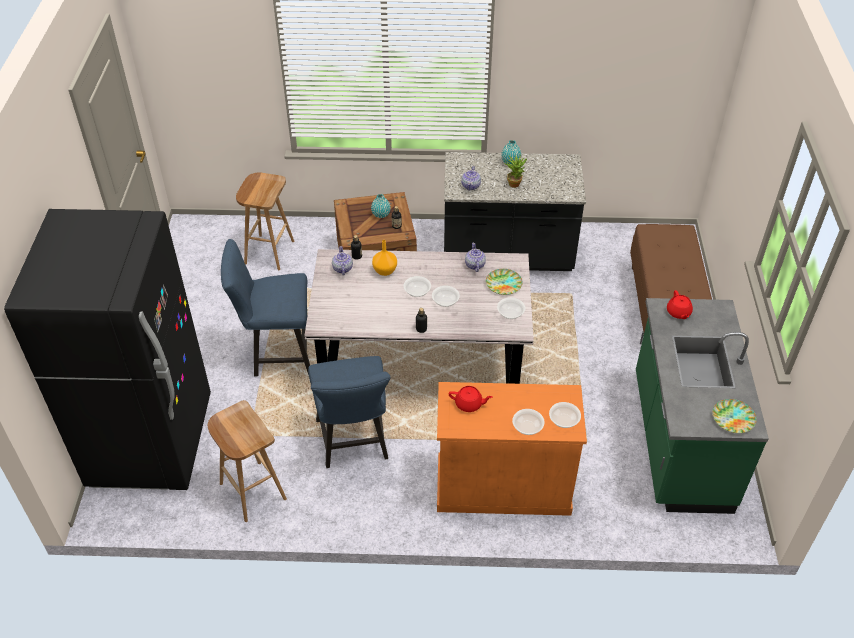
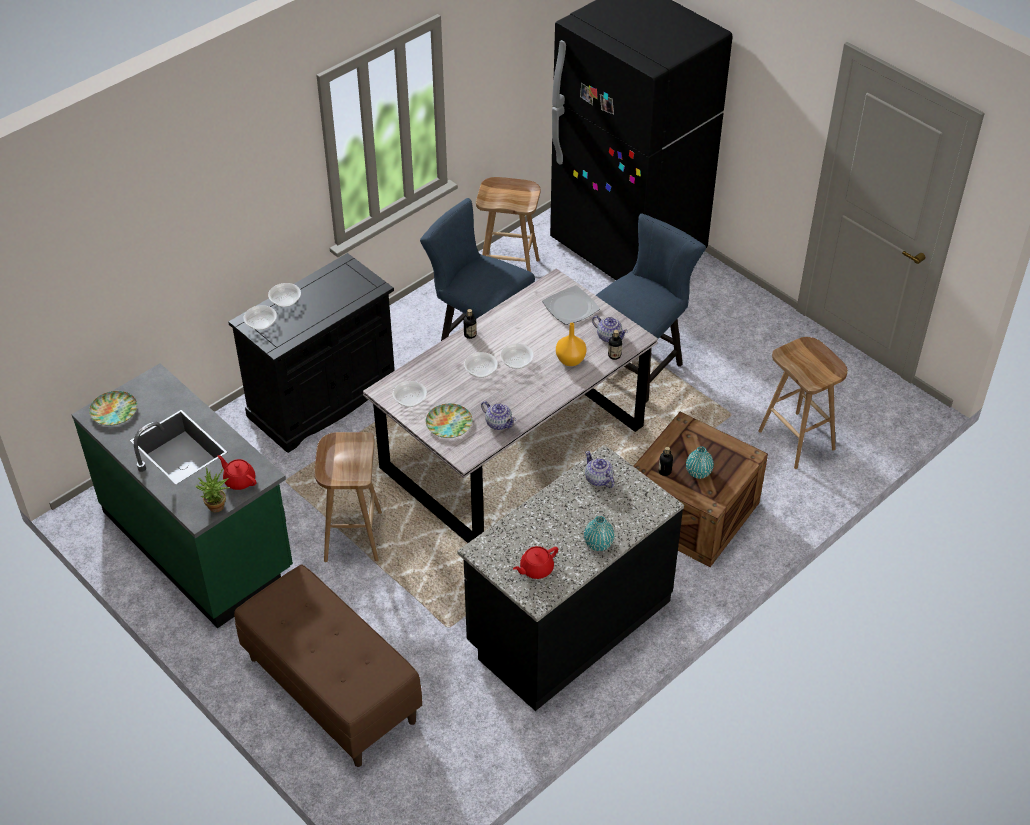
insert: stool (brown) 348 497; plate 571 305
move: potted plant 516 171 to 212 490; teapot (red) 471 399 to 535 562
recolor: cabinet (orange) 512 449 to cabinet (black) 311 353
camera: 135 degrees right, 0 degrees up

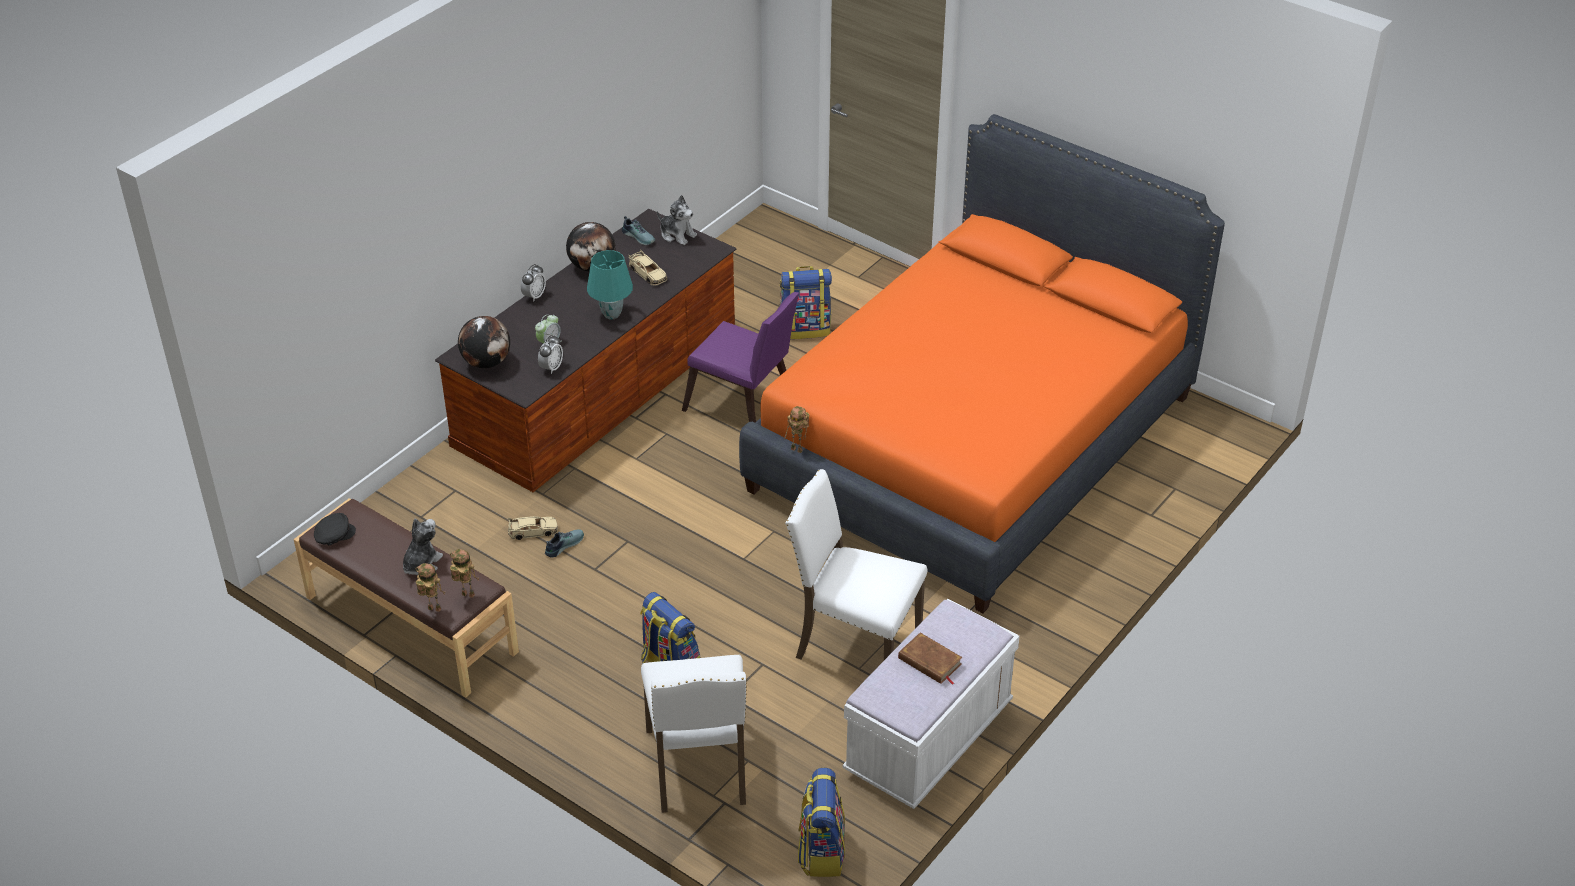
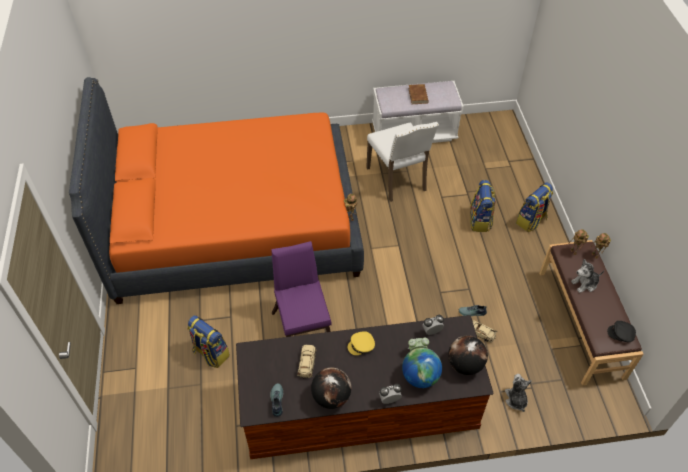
delete: chair (white) 694 733
insert: globe 422 368
move: plush toy 677 220 to 518 393; backpack 821 822 to 534 207
replace: table lamp (turquoise) 610 285 to cap (yellow) 361 343
camera: 135 degrees left, 10 degrees up

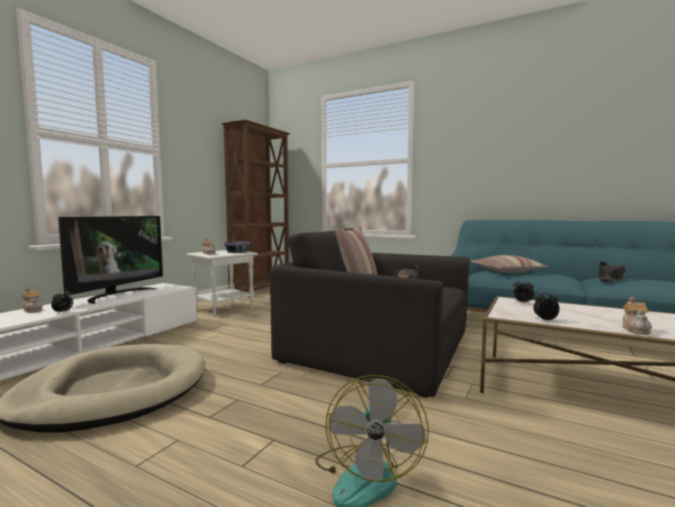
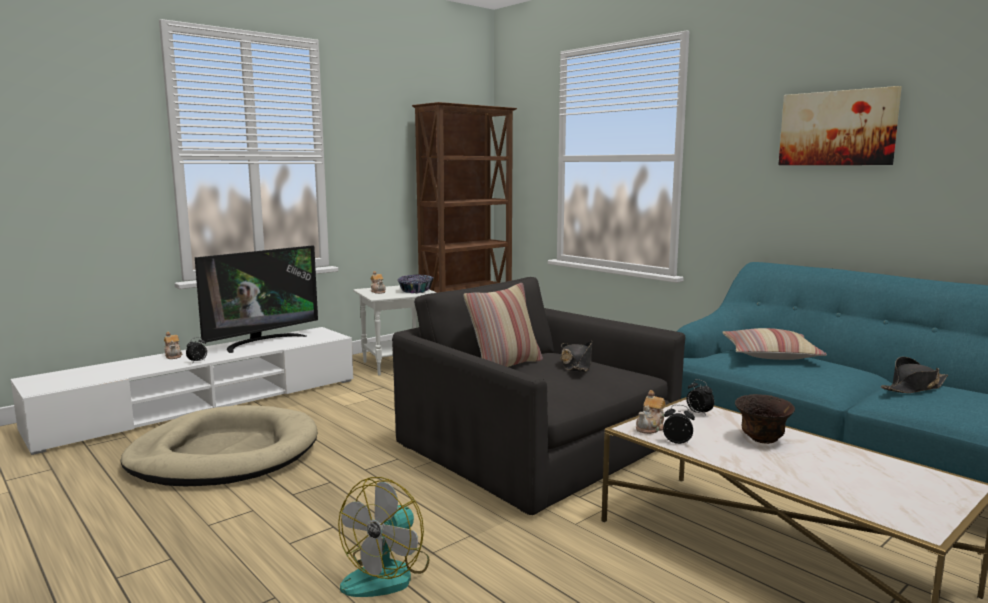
insert: bowl (brown) 765 419; picture 840 125
move: teapot 637 316 to 650 412
camera: 20 degrees right, 5 degrees up

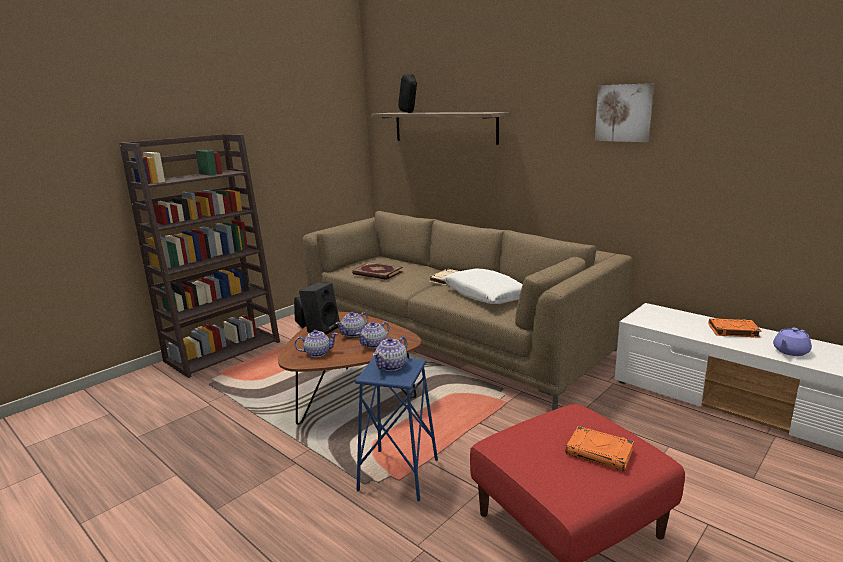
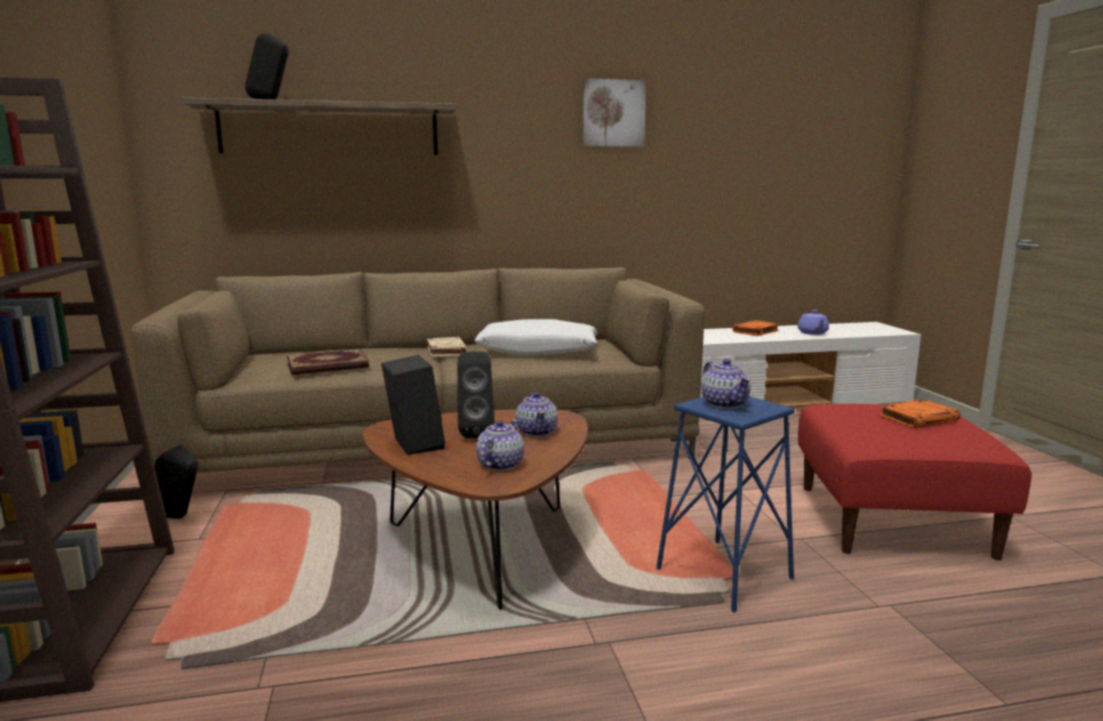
replace: teapot 352 324 to speaker (black) 476 394
camera: 55 degrees left, 5 degrees down

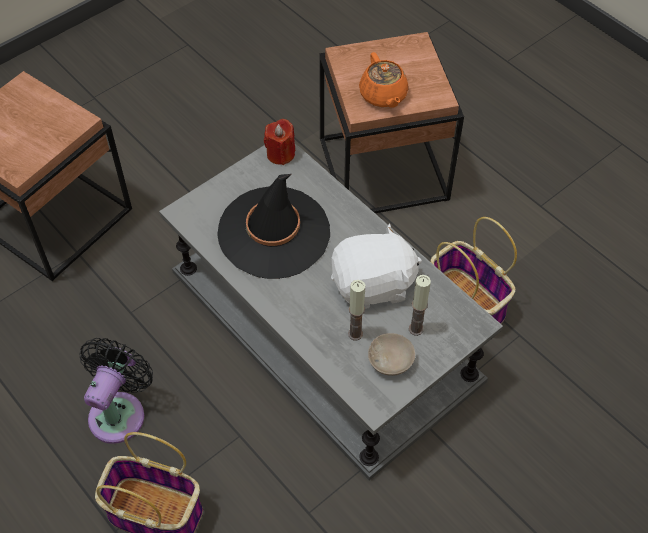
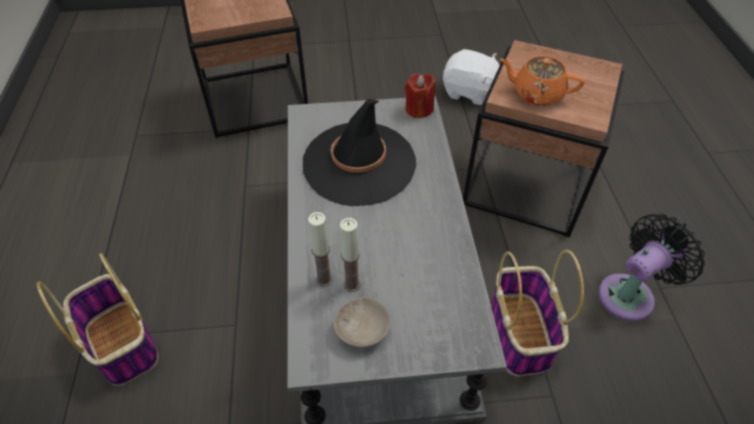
move: candle 420 305 to 320 249; plush toy (white) 376 266 to 471 77; fan (black) 116 391 to 651 267
rotate: teapot (orange) 384 80 = 542 81 90 degrees clockwise
camera: 35 degrees right, 5 degrees down

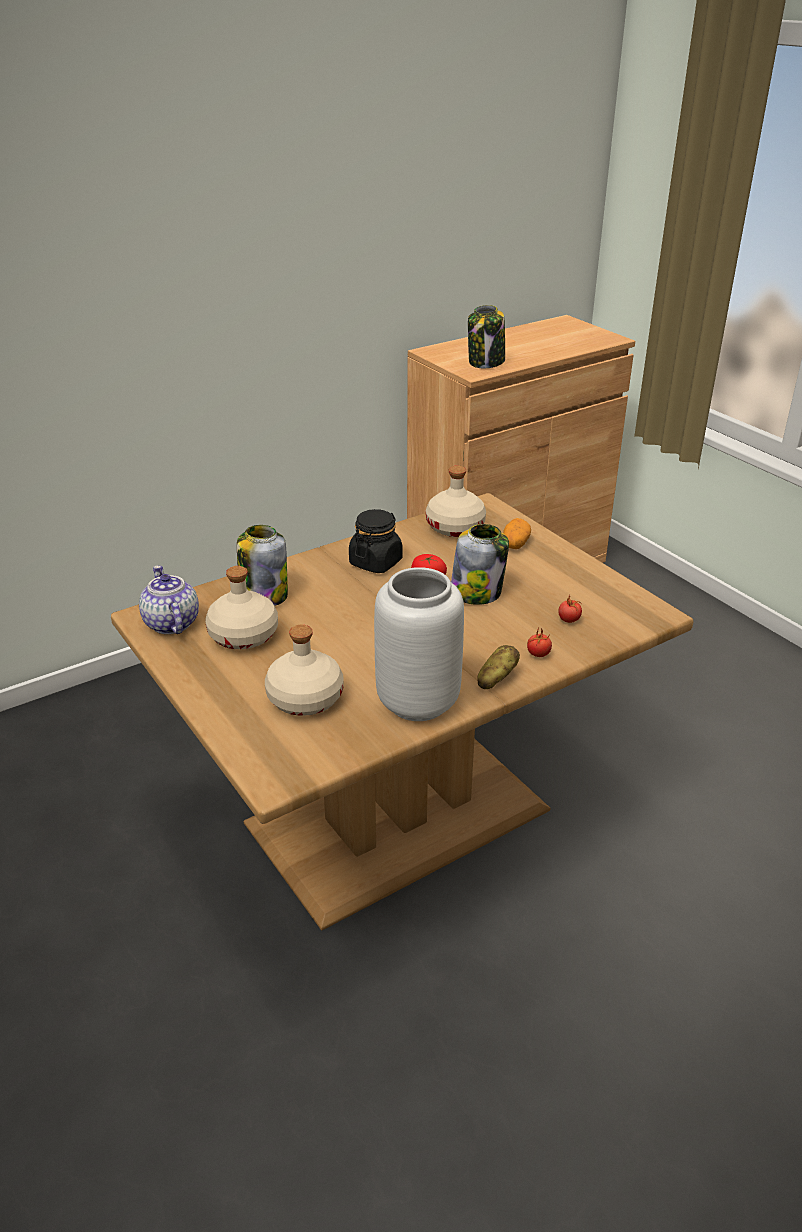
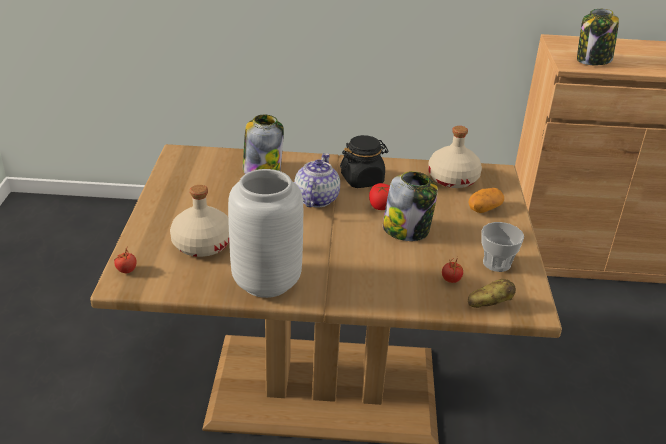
delete: bottle (beige) 241 607
insert: cup 502 247
move: tomato 539 642 to 125 260; teapot 169 599 to 317 180; potato 498 667 to 492 293
camera: 35 degrees right, 0 degrees up

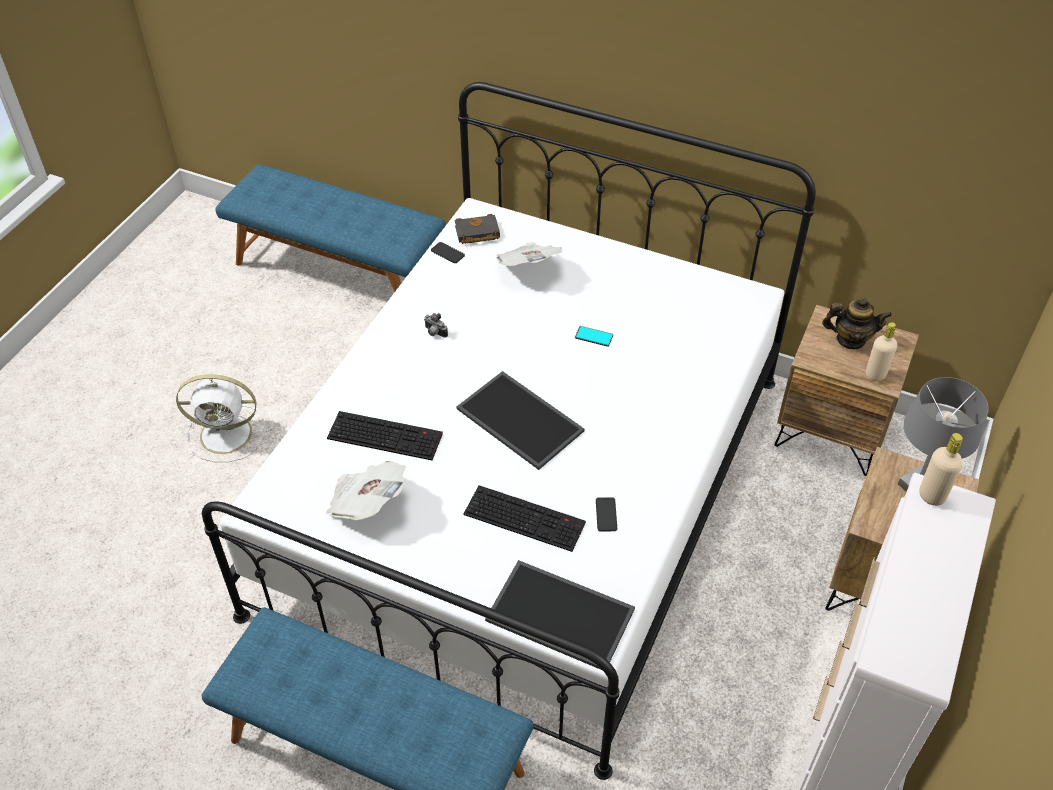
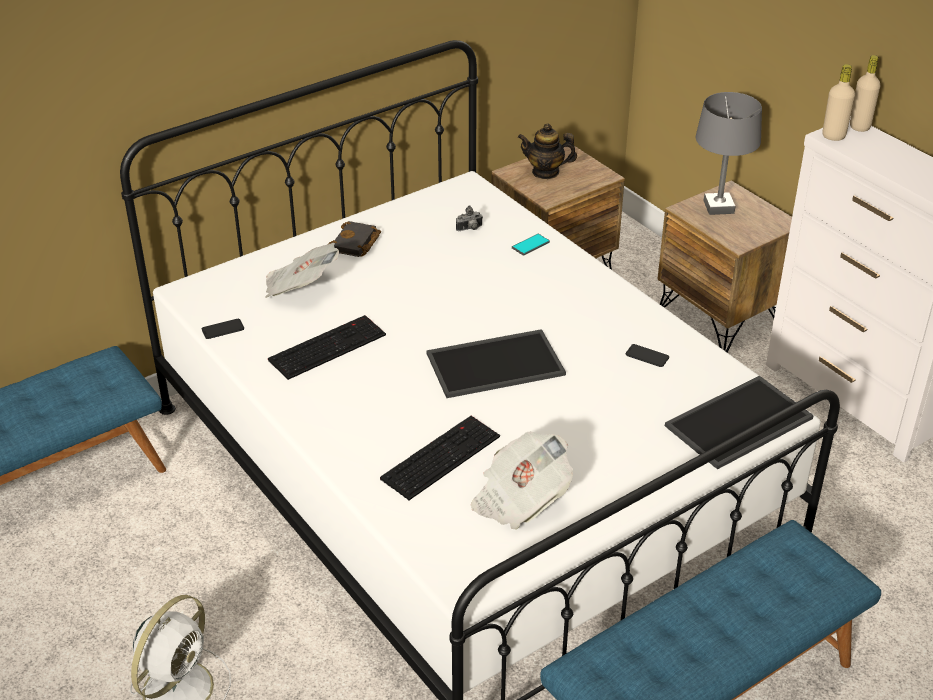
move: keyboard 525 518 to 327 347; book (black) 477 229 to 354 239; photo camera 436 325 to 469 218; phone 594 336 to 531 244; bottle (beige) 881 351 to 865 93
rotate: teapot 857 323 = 547 151 120 degrees counterclockwise
camera: 60 degrees left, 10 degrees down

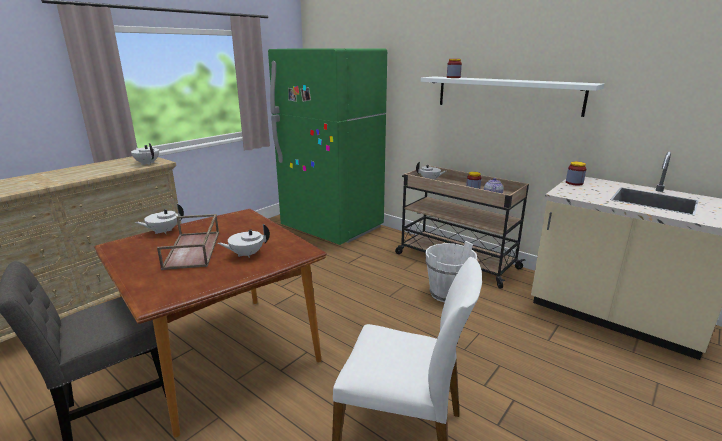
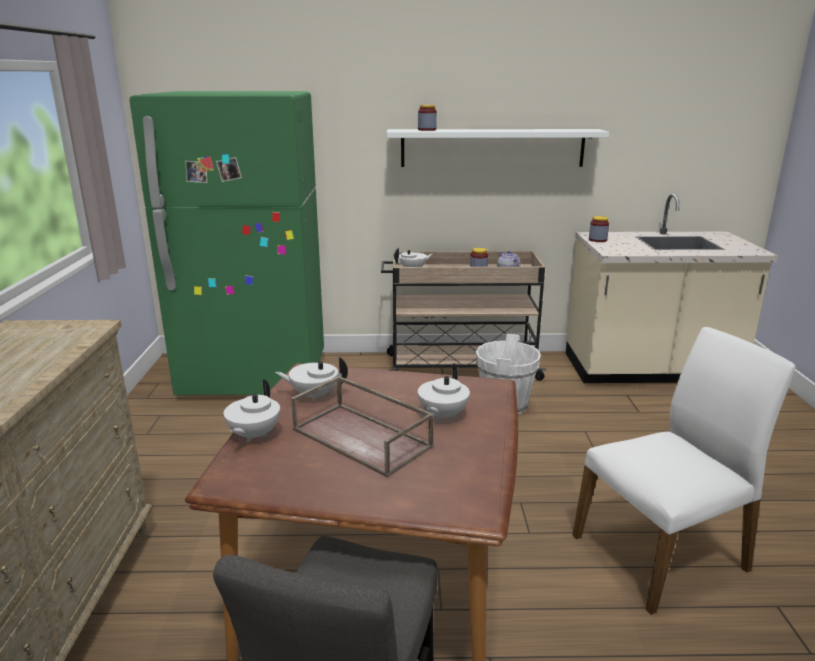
move: teapot (white) 145 154 to 311 379
camera: 40 degrees left, 0 degrees up

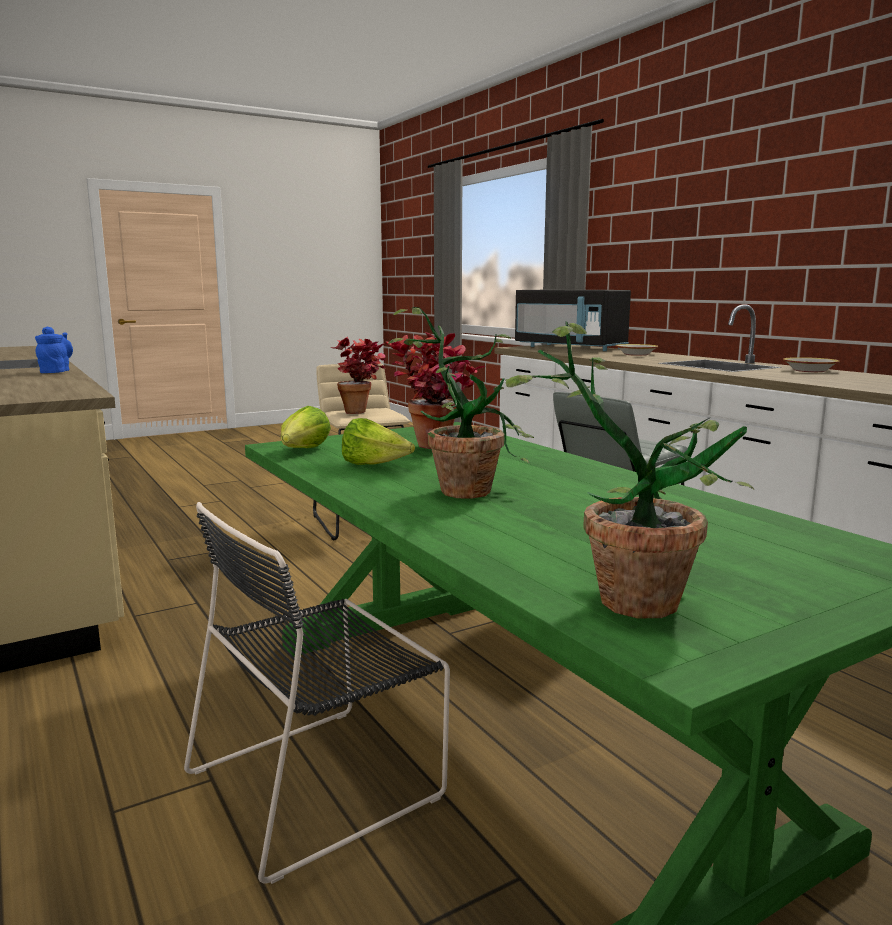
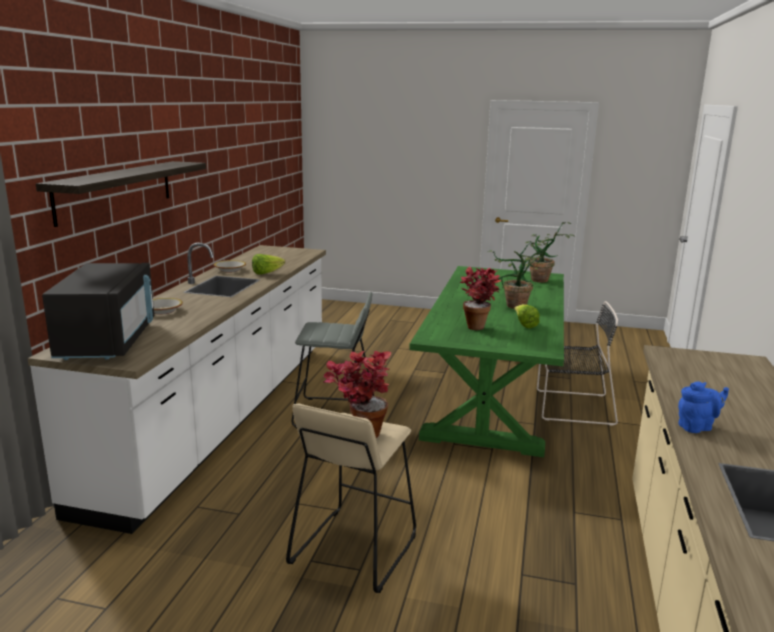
insert: shelf 121 194
move: lettuce 306 427 to 268 264
rotate: teapot (blue) 54 349 = 703 407 150 degrees counterclockwise
camera: 135 degrees left, 5 degrees up

